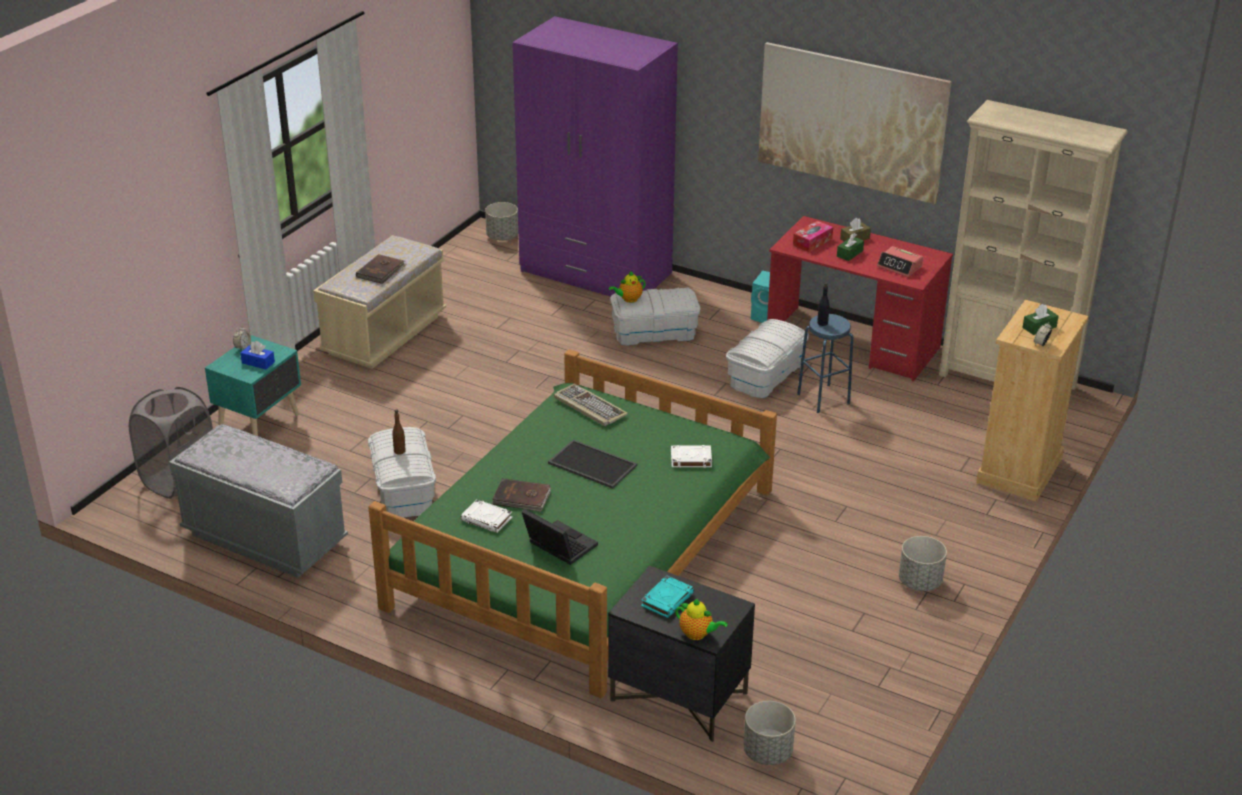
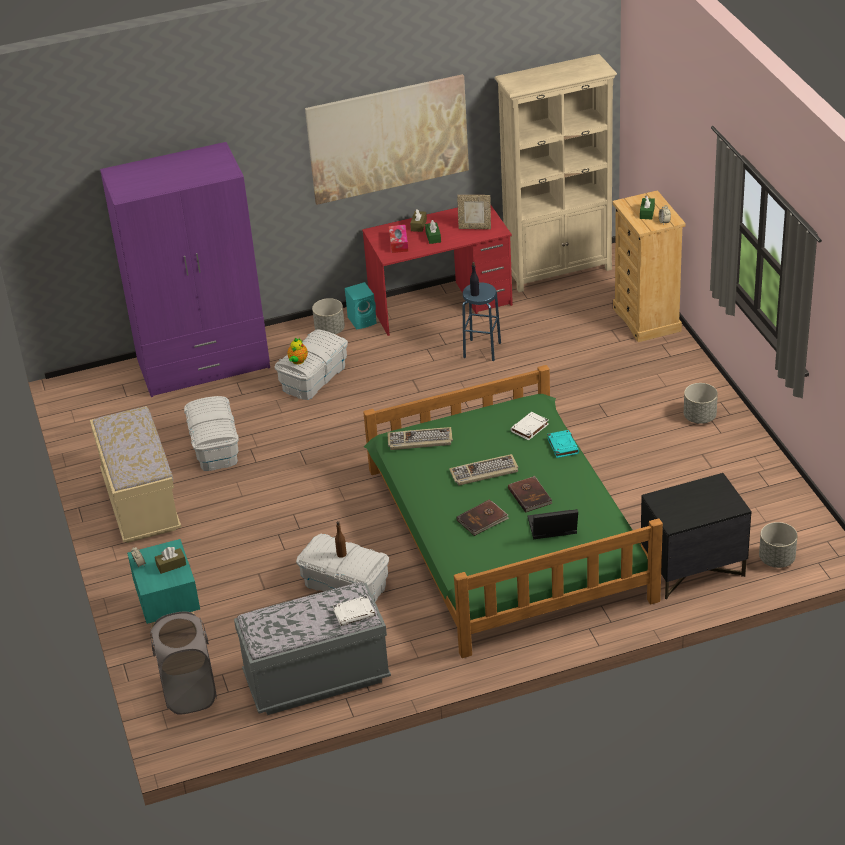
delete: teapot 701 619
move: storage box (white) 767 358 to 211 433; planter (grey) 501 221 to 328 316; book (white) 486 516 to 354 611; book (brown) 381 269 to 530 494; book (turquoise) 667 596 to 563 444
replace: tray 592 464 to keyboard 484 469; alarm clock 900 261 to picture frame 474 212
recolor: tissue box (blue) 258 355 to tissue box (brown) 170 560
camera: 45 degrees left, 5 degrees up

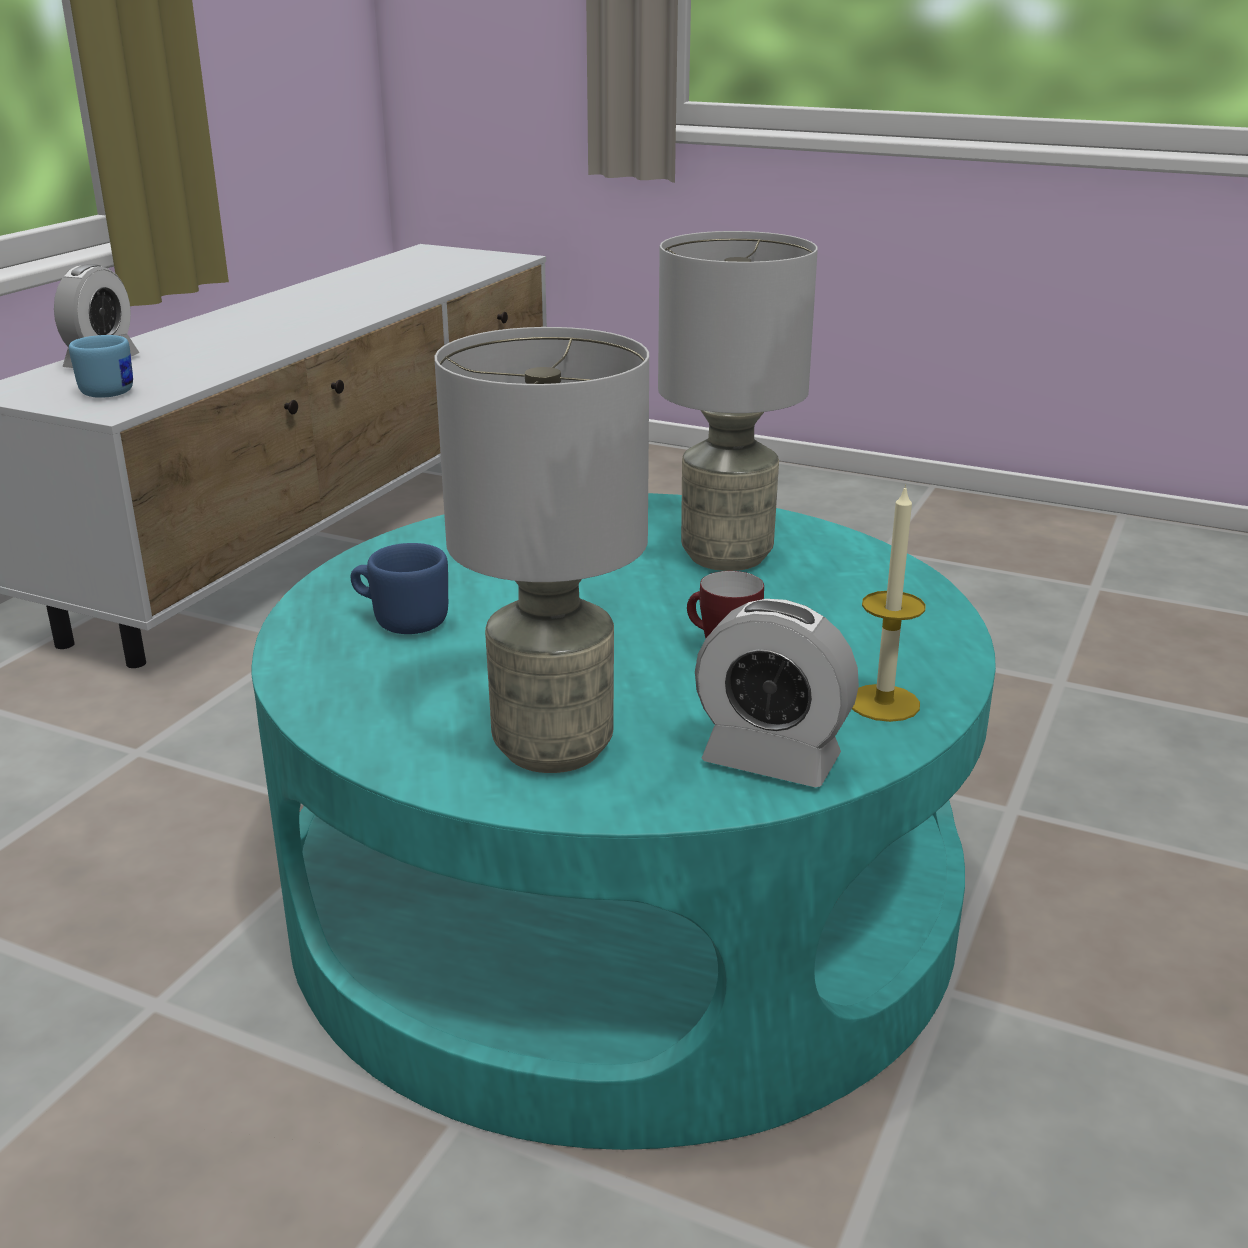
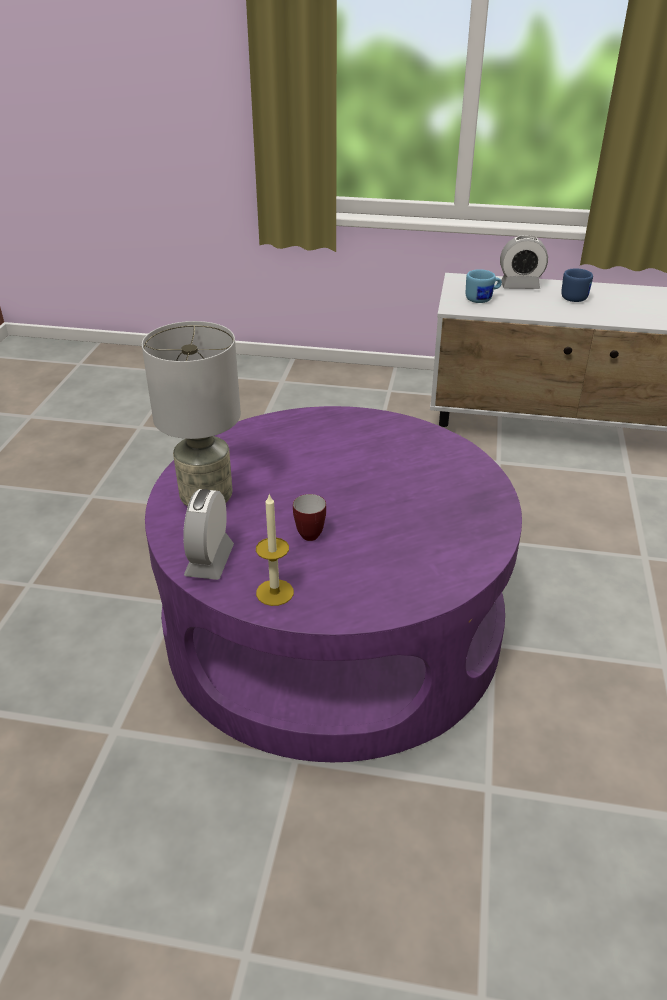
delete: table lamp (grey) 738 401
move: mug (blue) 399 588 to 577 285
recolor: coffee table (turquoise) 624 821 to coffee table (purple) 333 584
camera: 75 degrees right, 10 degrees up

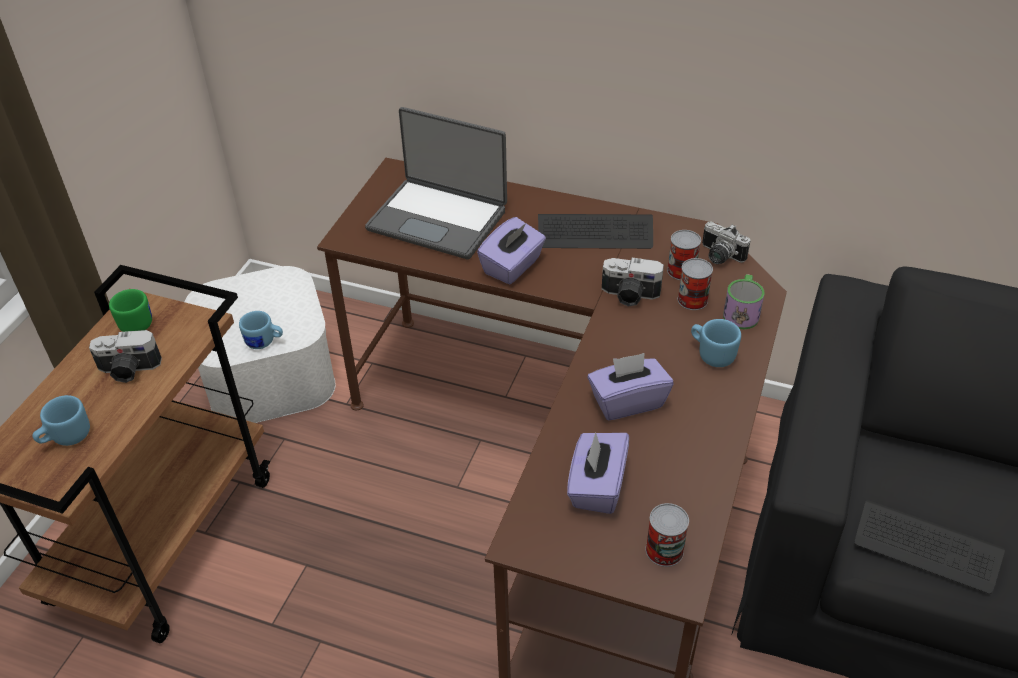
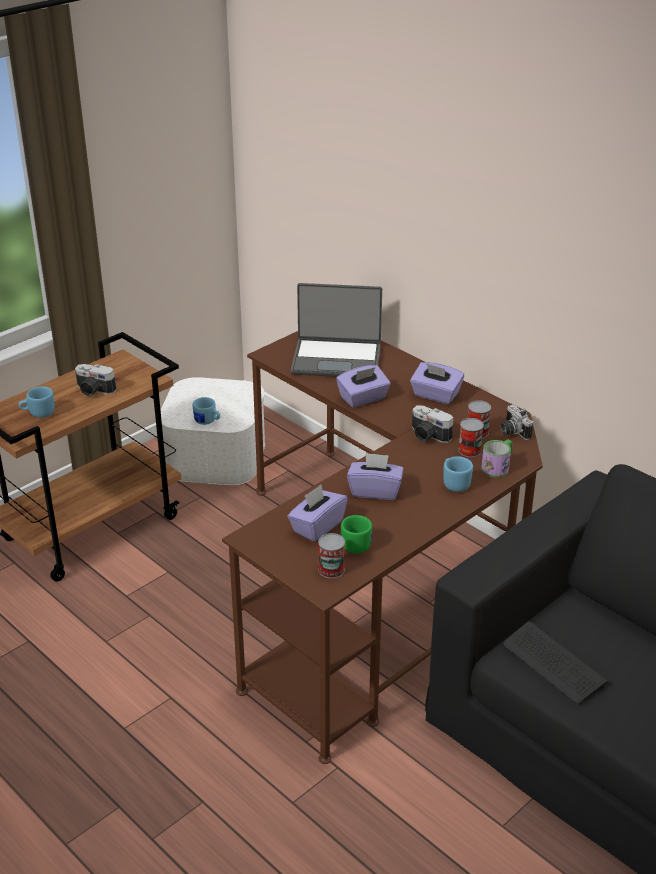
move: mug (green) 130 310 to 356 534
replace: keyboard 595 231 to tissue box (purple) 437 383
rotate: laptop 436 183 = 336 330 45 degrees counterclockwise
camera: 25 degrees right, 10 degrees down

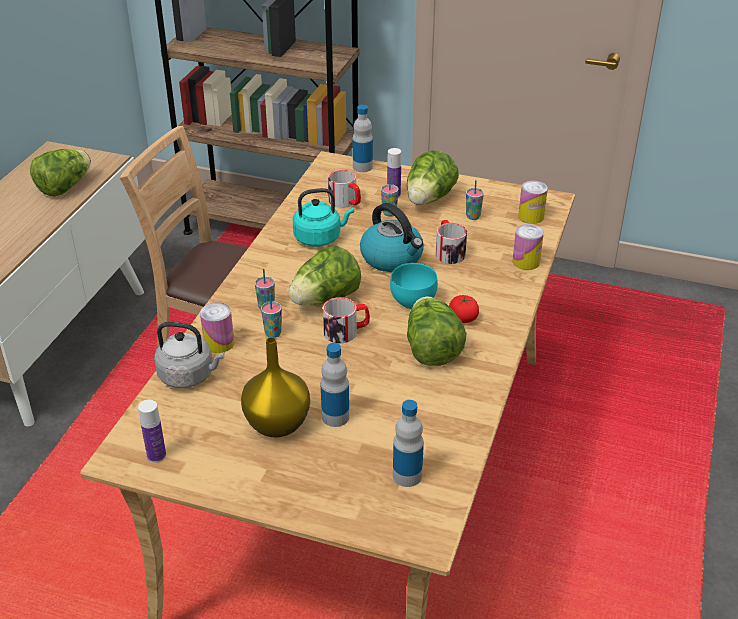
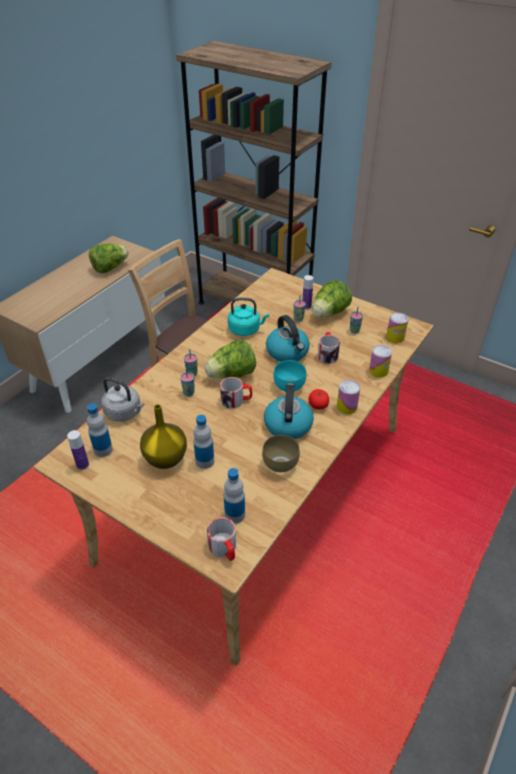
insert: bowl (brown) 281 453
move: bottle 363 138 to 100 430; mug 344 189 to 221 539; can 217 327 to 348 397
replace: lettuce 436 331 to kettle 289 411
camera: 15 degrees right, 5 degrees up

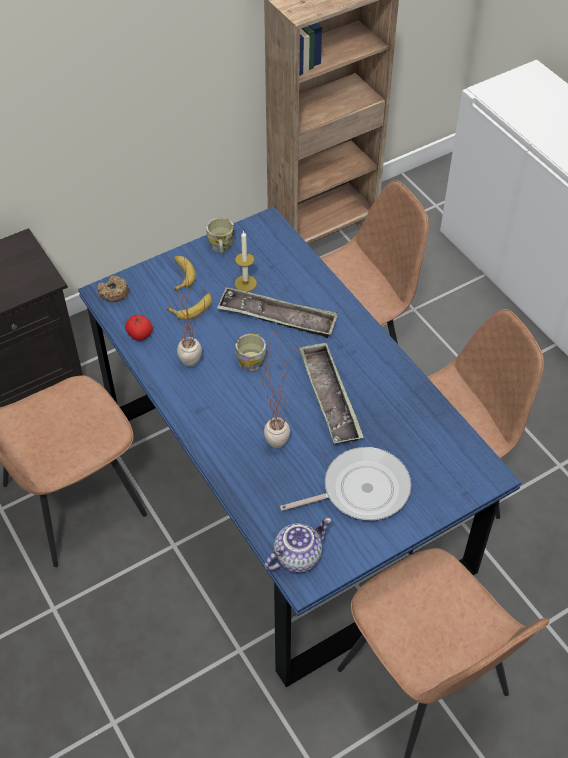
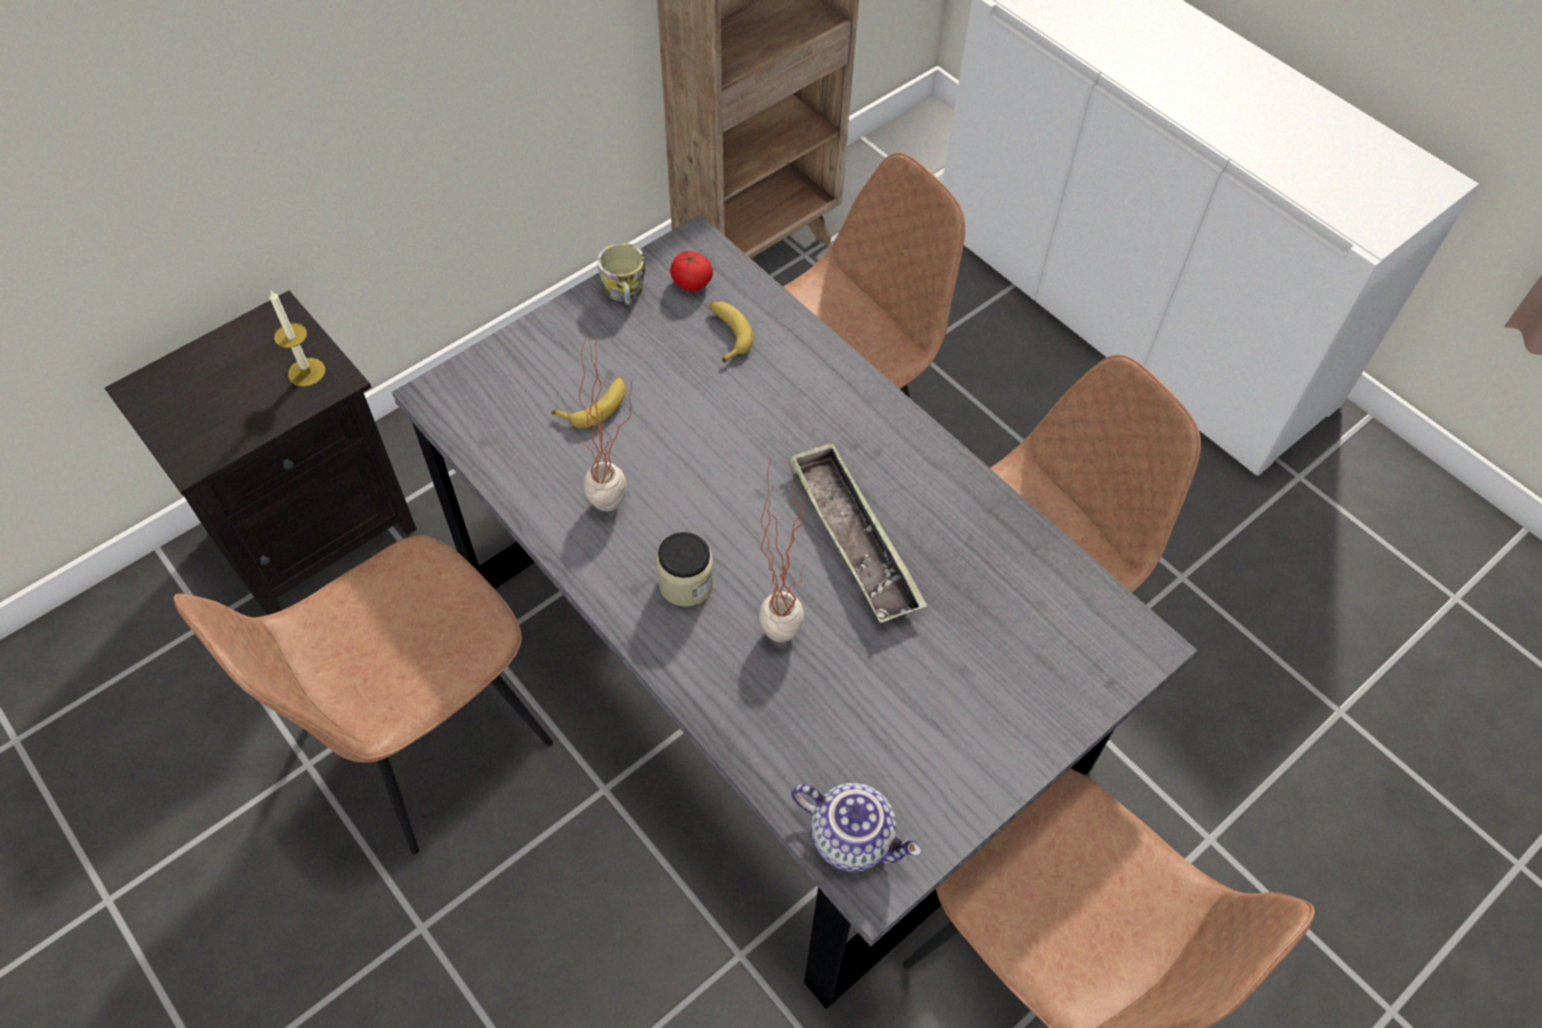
delete: donut 113 288; tray 277 312; mug 250 352; frying pan 345 483
insert: jar 685 569
move: candle 246 261 to 297 339; tomato 139 328 to 691 271; banana 185 273 to 731 332
recolor: dining table (blue) 300 446 to dining table (grey) 795 611
rotate: teapot 298 545 = 856 827 75 degrees clockwise
camera: 10 degrees left, 5 degrees up

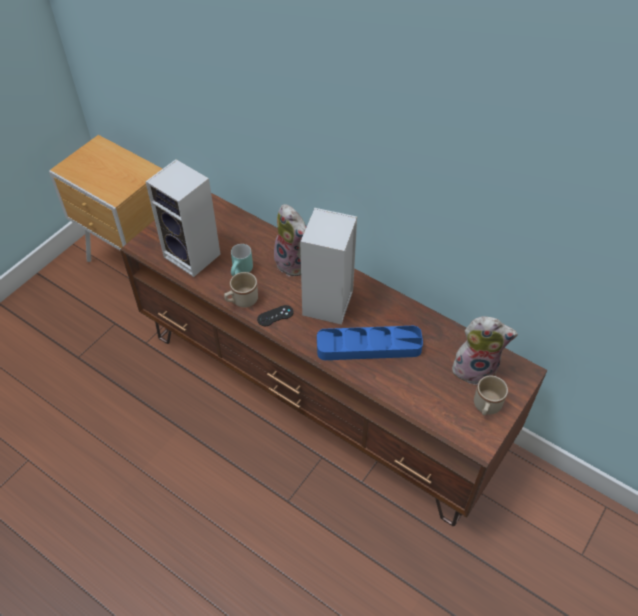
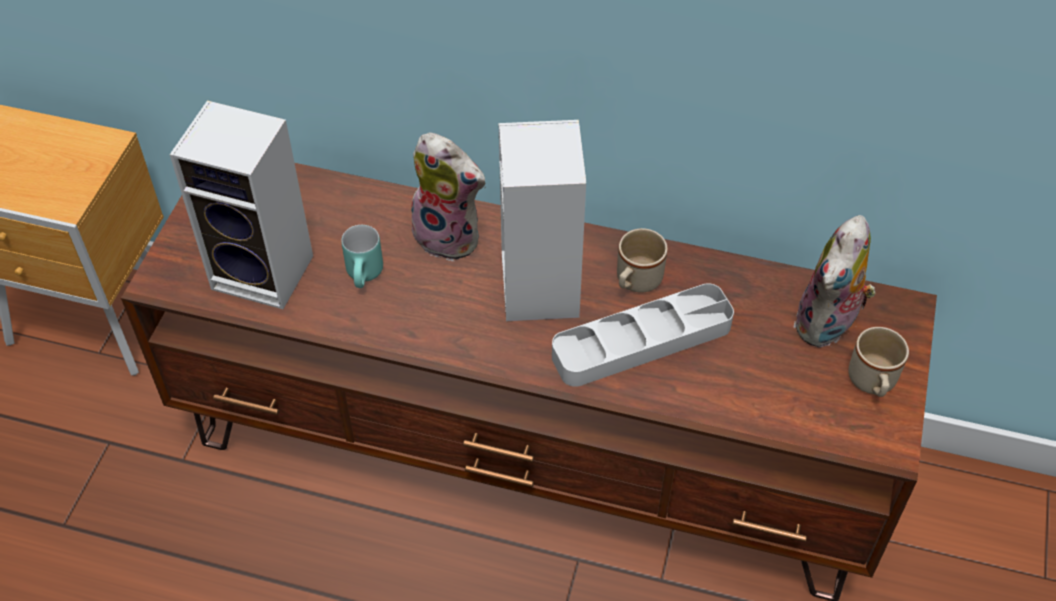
delete: game controller (black) 275 315
move: mug (beige) 241 290 to 642 260
recolor: tray (blue) 370 343 to tray (grey) 643 335
rotate: plush toy 485 350 = 834 281 135 degrees clockwise
camera: 20 degrees left, 0 degrees up

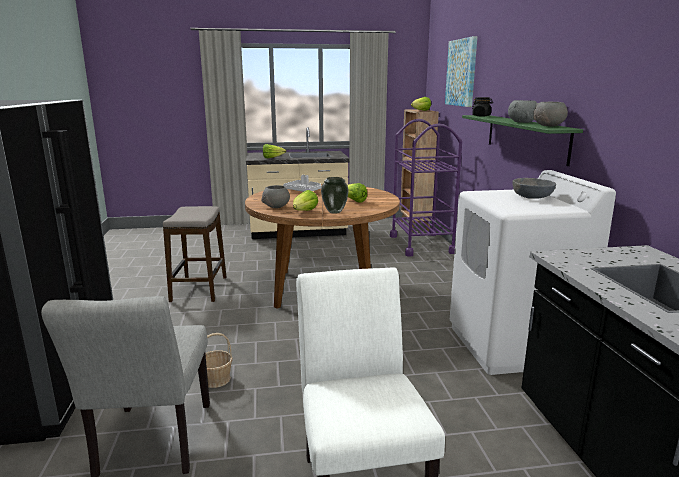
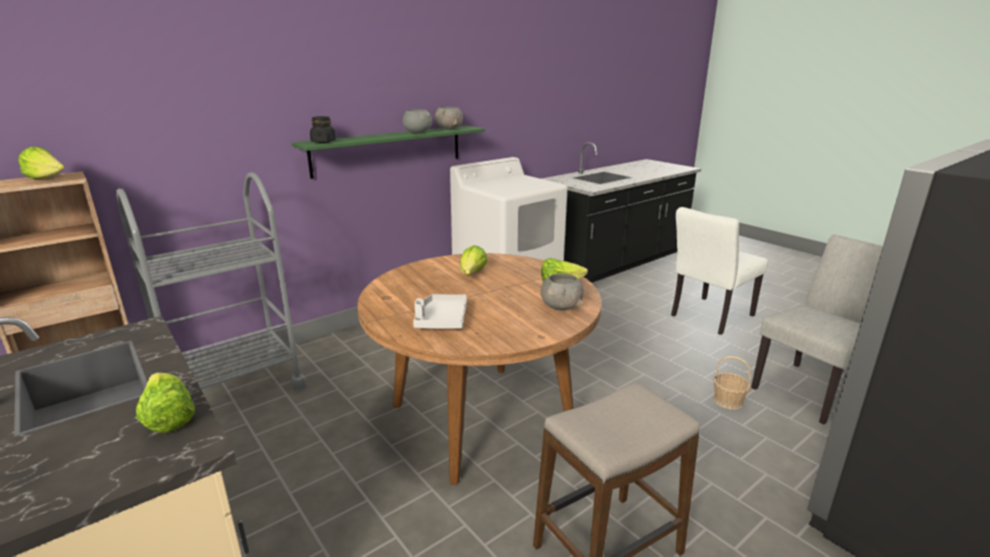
delete: vase 335 195; picture 461 71; bowl (grey) 534 188
recolor: cart (purple) 426 188 to cart (grey) 211 281
camera: 120 degrees left, 5 degrees up

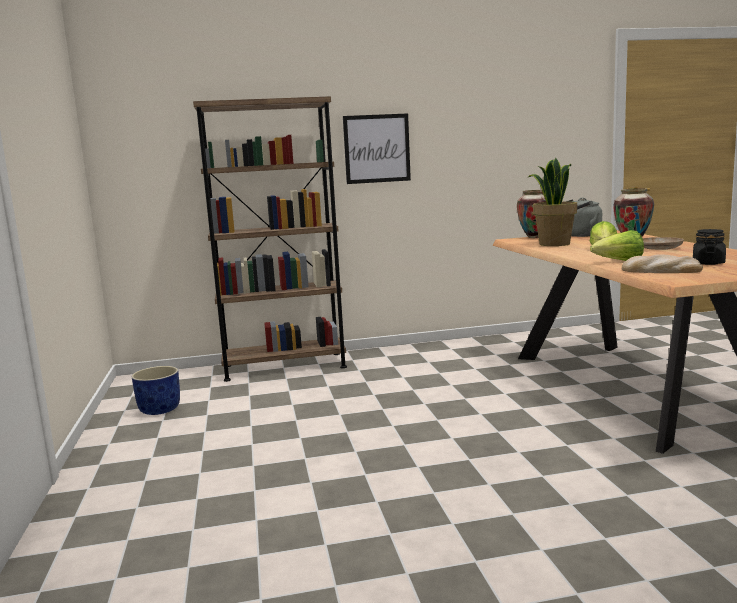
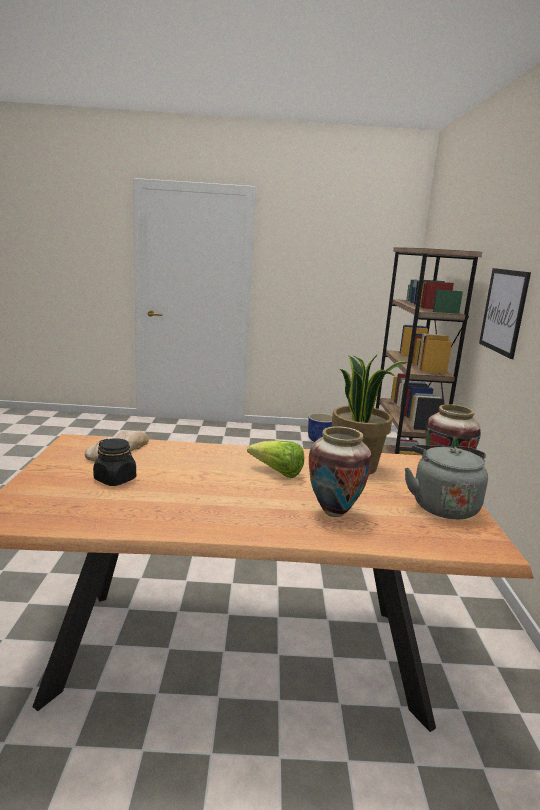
delete: lettuce 617 245; plate (beige) 663 243
camera: 100 degrees right, 5 degrees up

